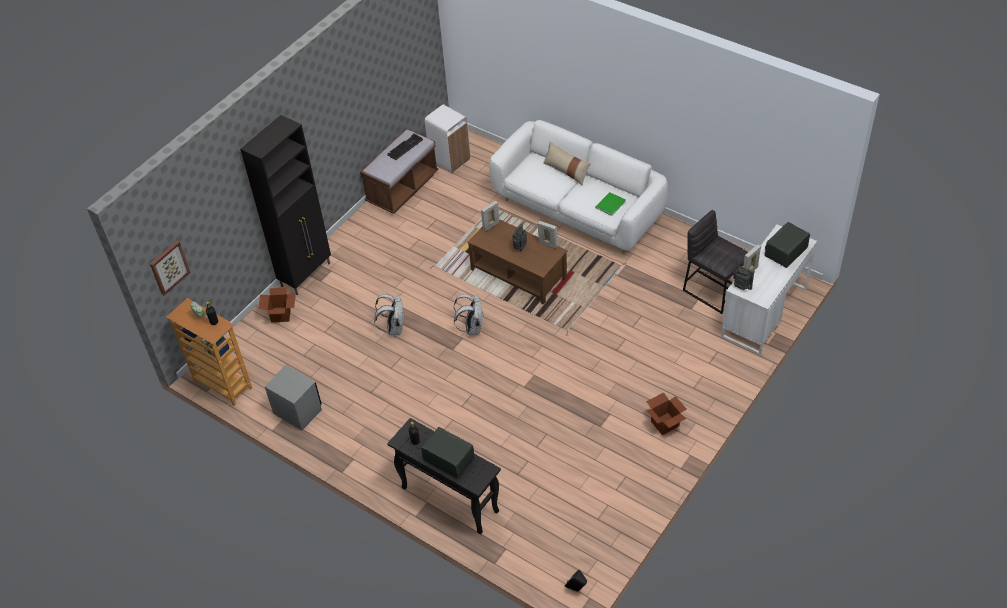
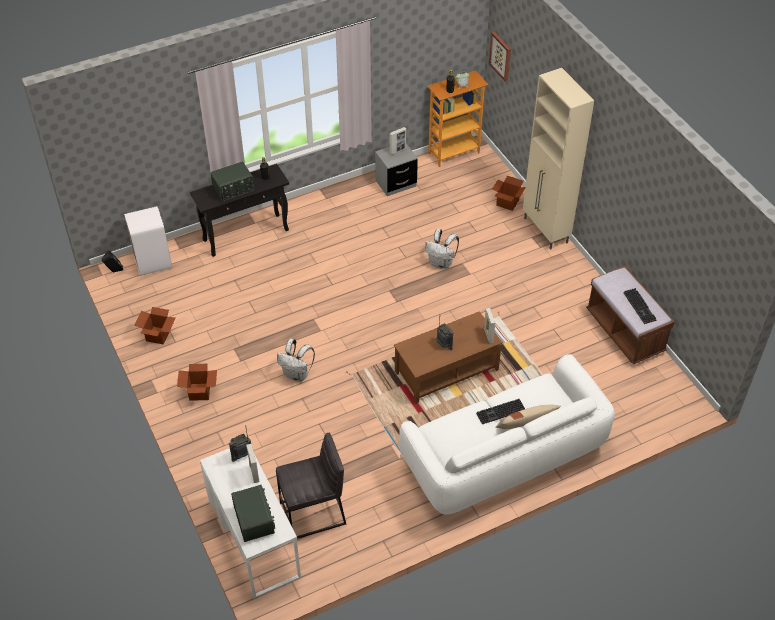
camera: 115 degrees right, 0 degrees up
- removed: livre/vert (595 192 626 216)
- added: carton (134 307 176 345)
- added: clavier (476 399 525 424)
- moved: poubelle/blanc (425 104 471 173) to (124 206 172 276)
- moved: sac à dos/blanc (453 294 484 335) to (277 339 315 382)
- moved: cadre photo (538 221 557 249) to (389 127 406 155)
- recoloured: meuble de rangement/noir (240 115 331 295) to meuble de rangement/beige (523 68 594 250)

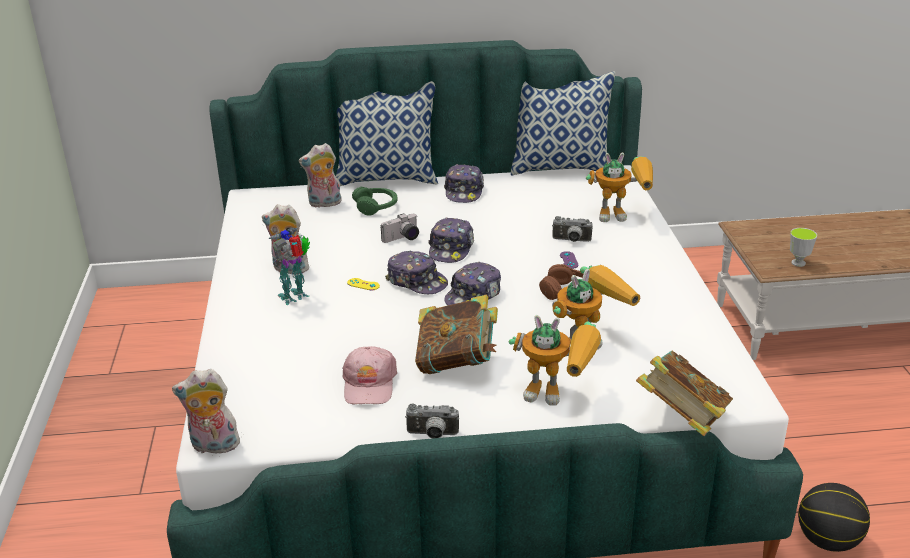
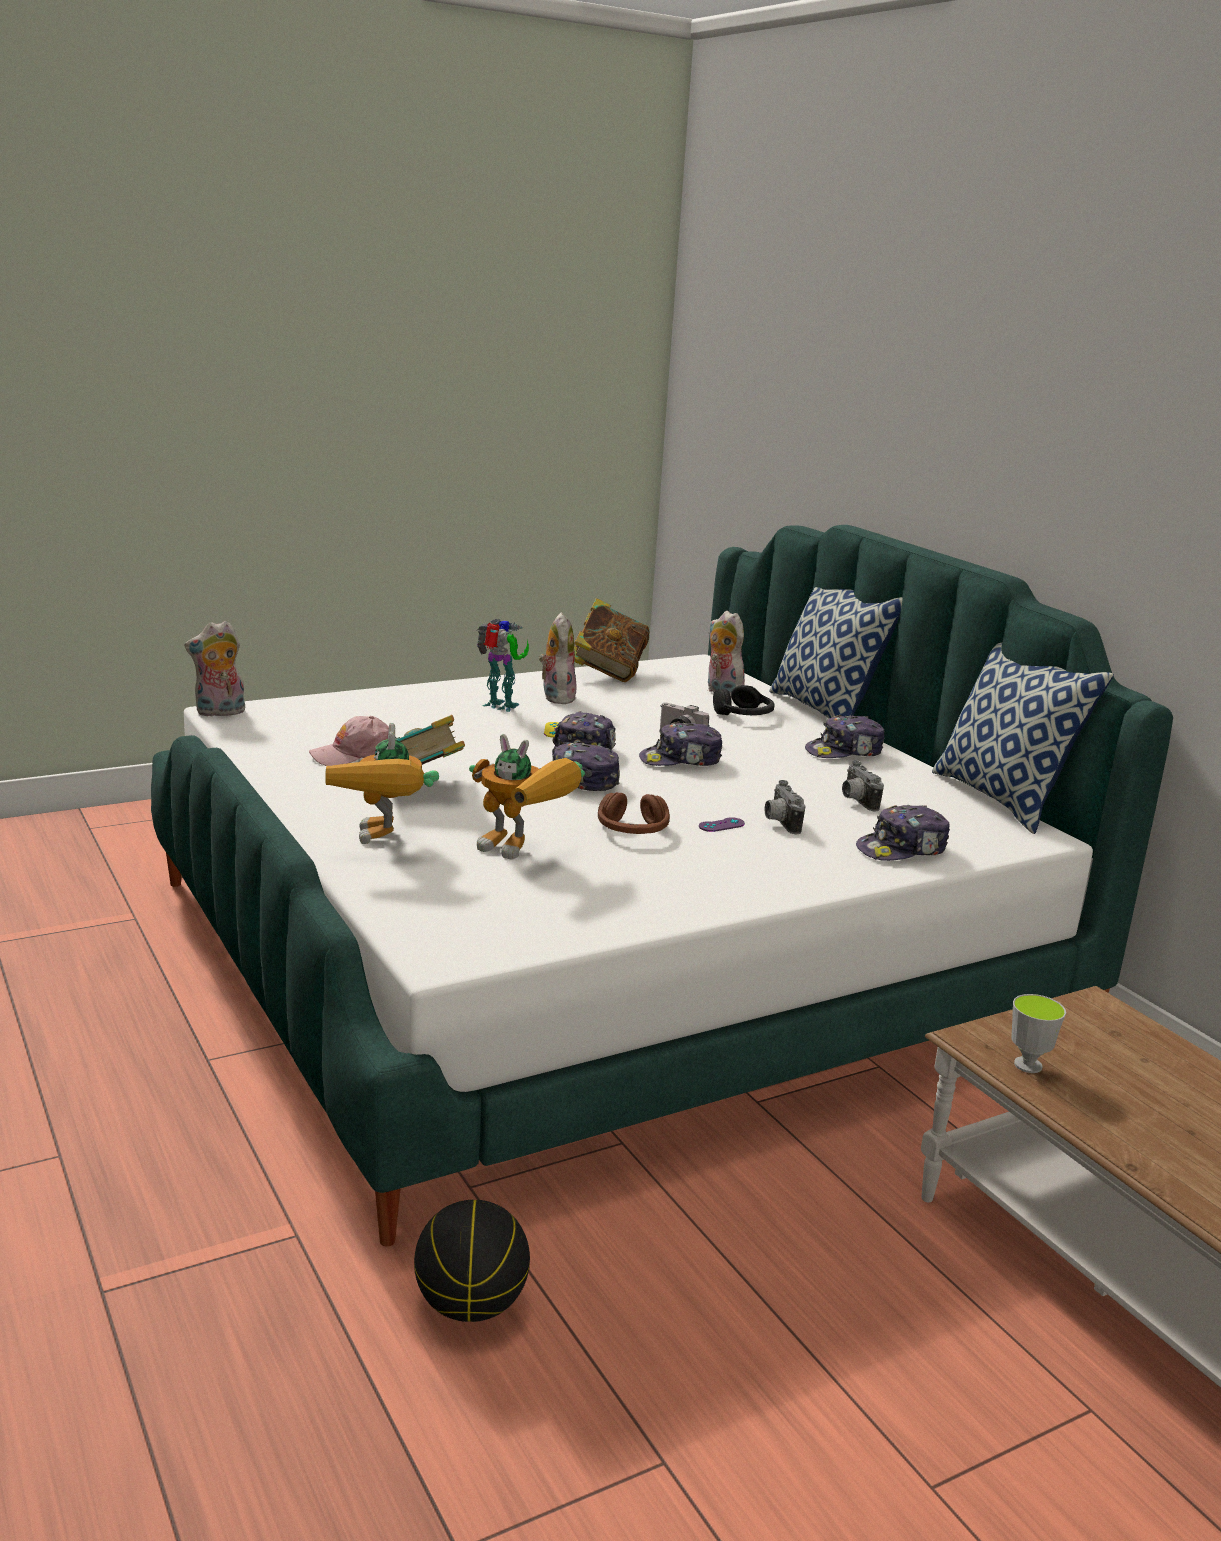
camera: 65 degrees right, 10 degrees down
- moved: appareil photo (405 404 459 439) to (842 760 884 812)
- moved: livre (636 350 733 436) to (574 598 649 682)
- replaced: robot jouet (586 153 653 222) to casquette (856 805 950 861)
- recoloured: casque audio/vert (352 187 398 215) to casque audio/noir (713 685 775 715)
- turned: peluche (172 369 240 454) = (184 621 245 717) 90 degrees counterclockwise

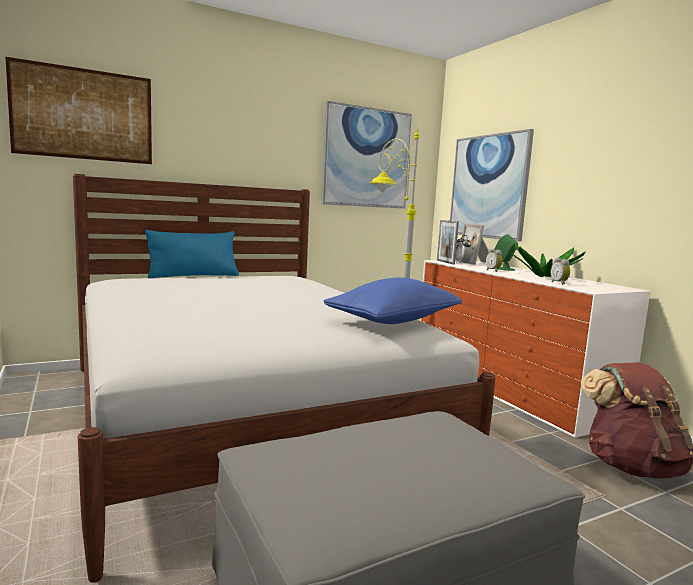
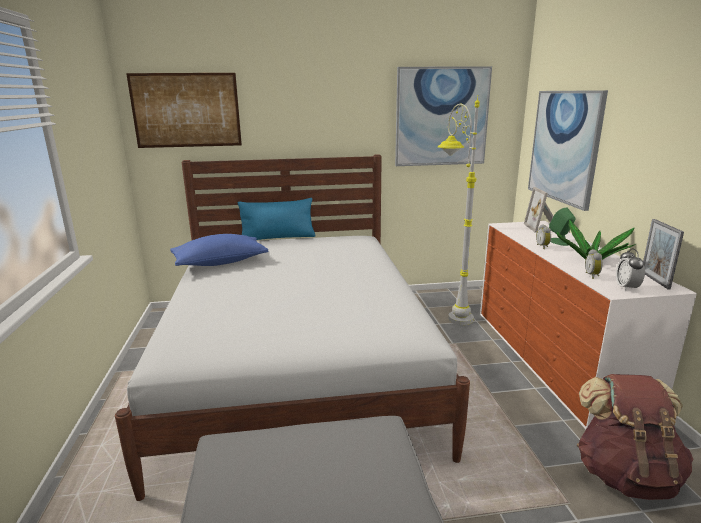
camera: 20 degrees right, 10 degrees up
- moved: coussin/bleu (324 277 462 324) to (170 234 268 266)
- moved: cadre photo (437 220 459 265) to (643 219 684 290)
- moved: réveil (455 235 472 265) to (616 248 645 291)

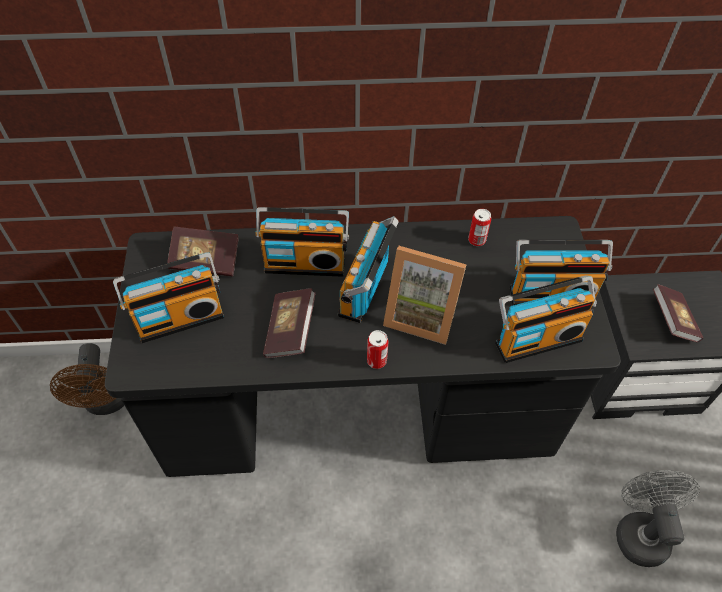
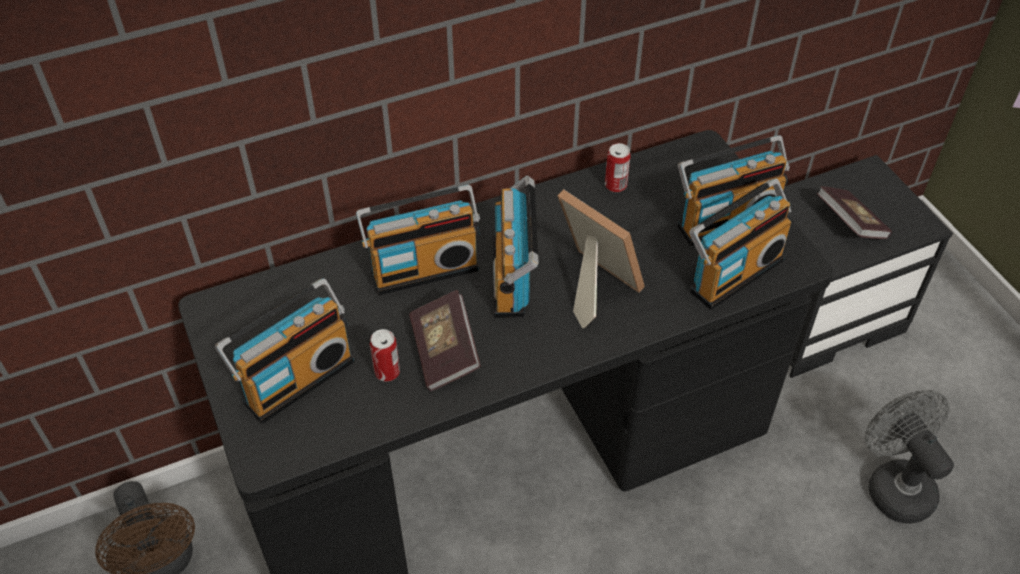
camera: 20 degrees left, 5 degrees down
- removed: livre (167 227 239 277)
- moved: boîte métallique (367 330 389 369) to (370 329 400 382)
- turned: cadre photo (383 246 467 345) = (558 189 645 329) 135 degrees counterclockwise

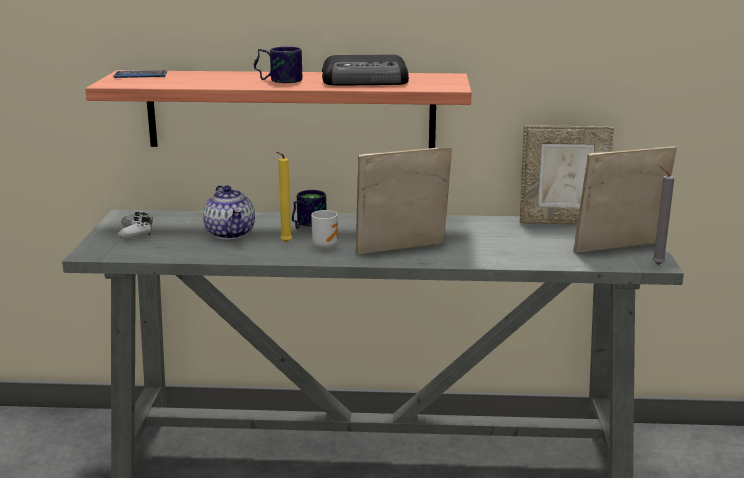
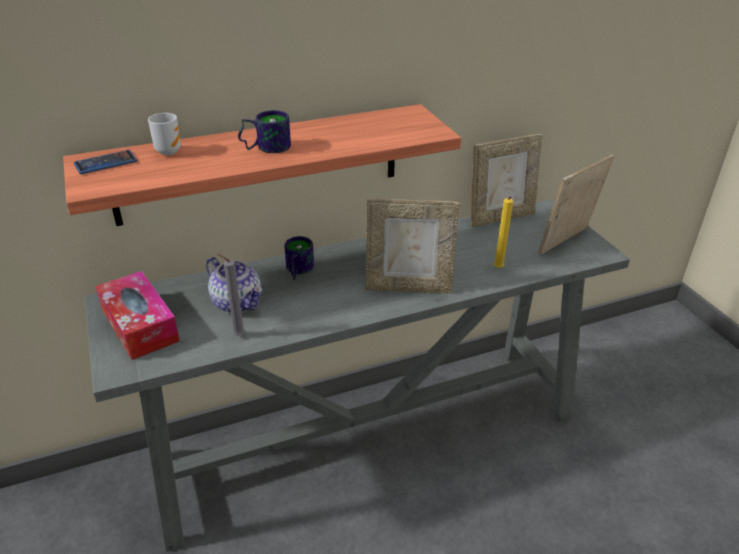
camera: 25 degrees left, 15 degrees up
- removed: radio (322 55 409 85)
- moved: bougie/jaune (276 152 292 243) to (494 196 513 268)
- moved: mug (311 210 338 249) to (148 113 181 156)
- moved: bougie/gris (652 165 674 265) to (217 253 245 336)
- replaced: manette/blanc (118 212 153 239) to boîte à mouchoirs (95 271 180 360)
- turned: cadre photo (356 146 452 254) = (366 199 460 294) 135 degrees counterclockwise

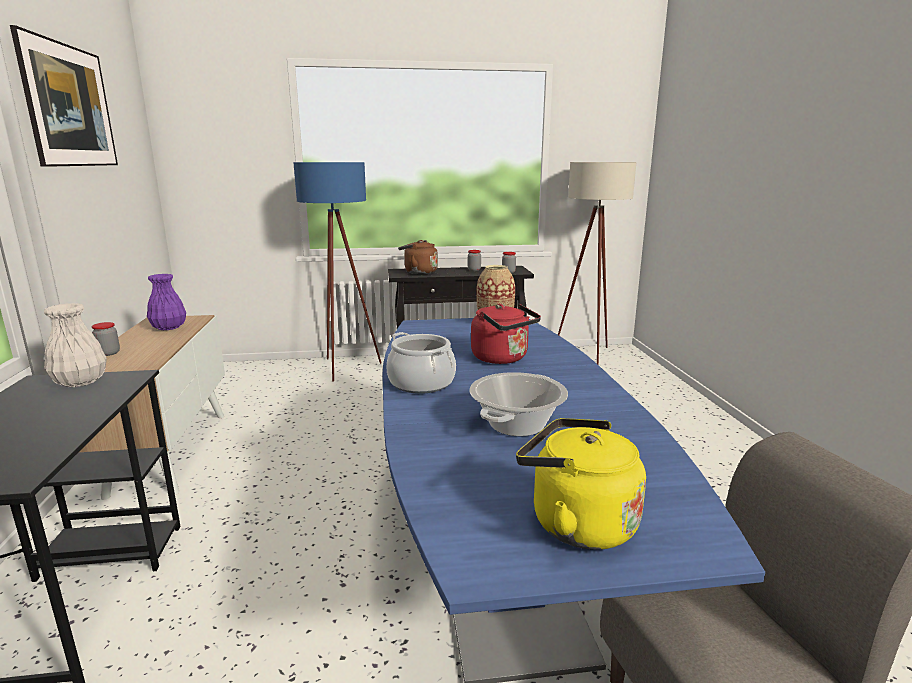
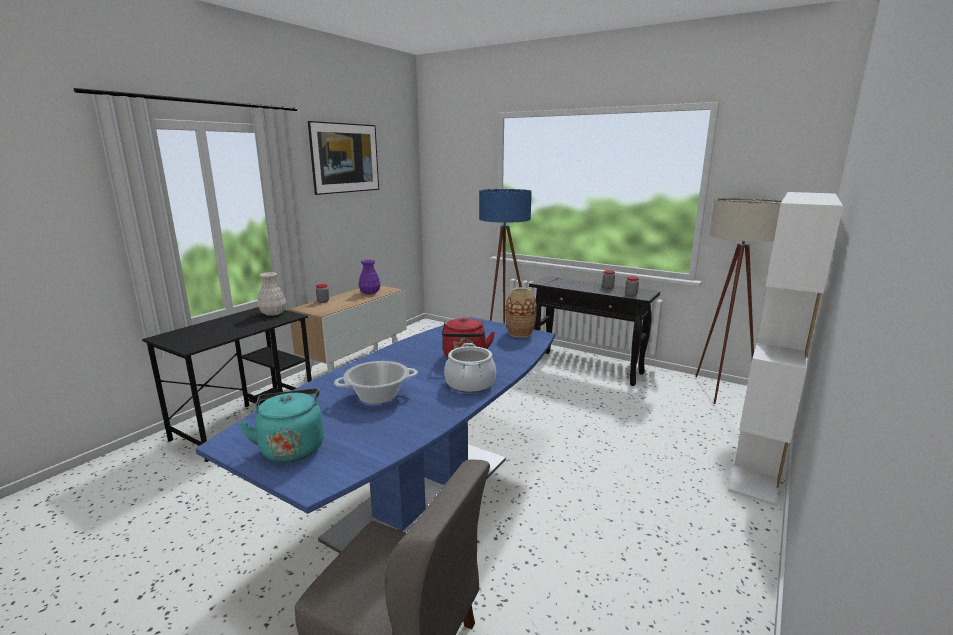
camera: 40 degrees right, 0 degrees up
- removed: bouilloire/marron (398 240 438 274)
- added: bibliothèque/blanc (728 192 843 506)
- moved: marmite (386 332 456 394) to (444 343 496 393)
- recoloured: bouilloire/jaune (516 418 646 550) to bouilloire/turquoise (239 388 324 463)

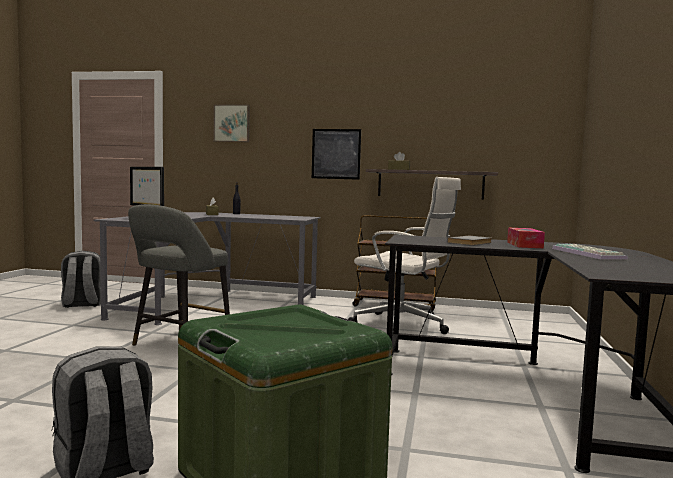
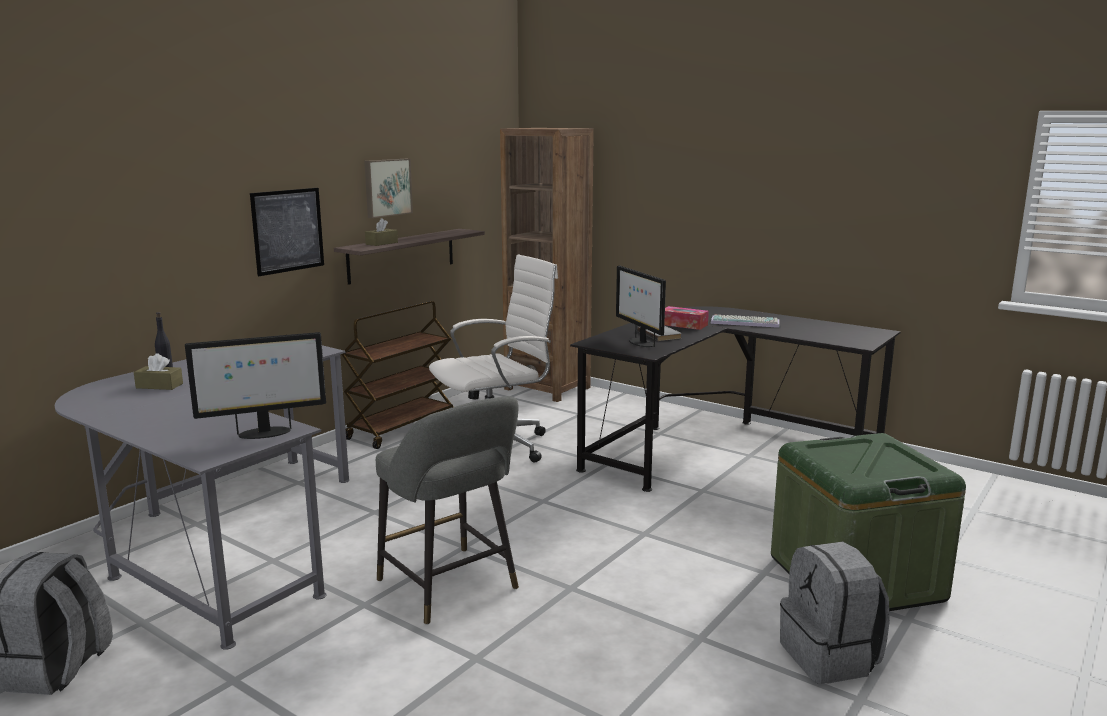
camera: 65 degrees left, 10 degrees up
- added: bibliothèque/marron (500 128 594 402)
- added: écran d'ordinateur (616 265 666 347)
- moved: tableau (213 105 250 142) to (364 159 413 218)

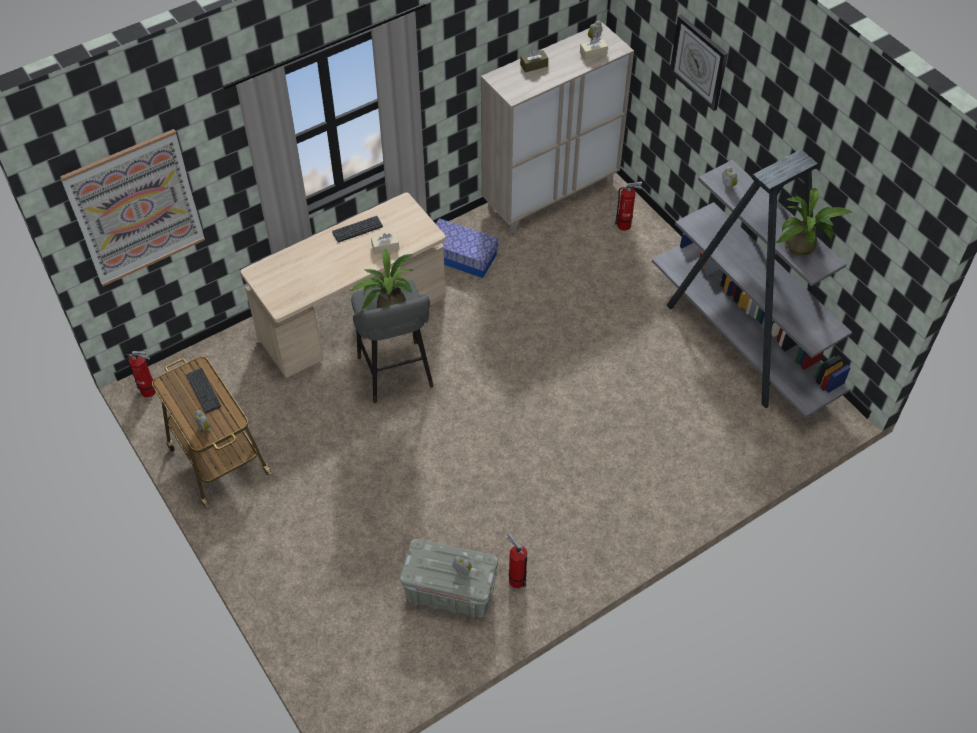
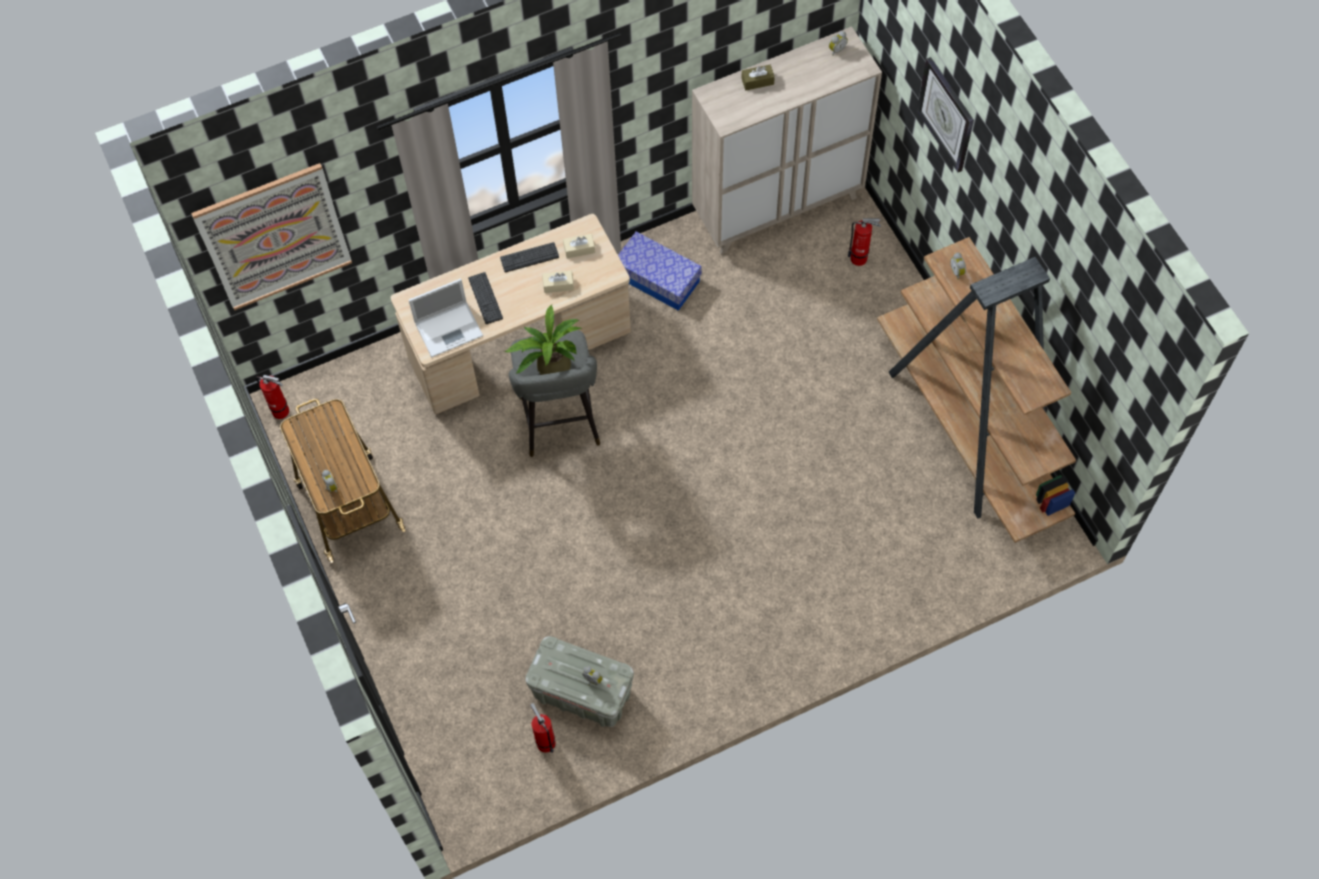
camera: 10 degrees right, 10 degrees up
- removed: plante en pot (775 188 853 256)
- added: ordinateur portable (409 278 483 357)
- moved: clavier (186 368 221 413) to (468 272 503 324)
- moved: extincteur (507 533 527 588) to (530 703 556 753)
- moved: boîte à mouchoirs/beige (580 37 608 60) to (563 234 595 258)
- recoloured: bibliothèque/gris (652 149 852 418) to bibliothèque/marron (877 237 1076 543)

